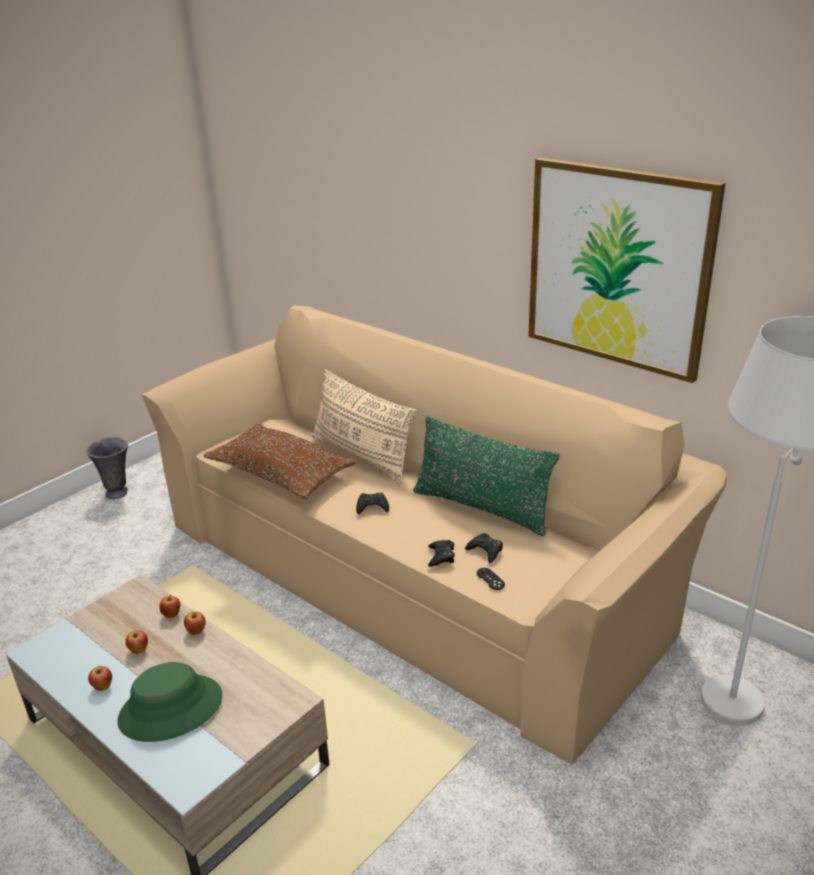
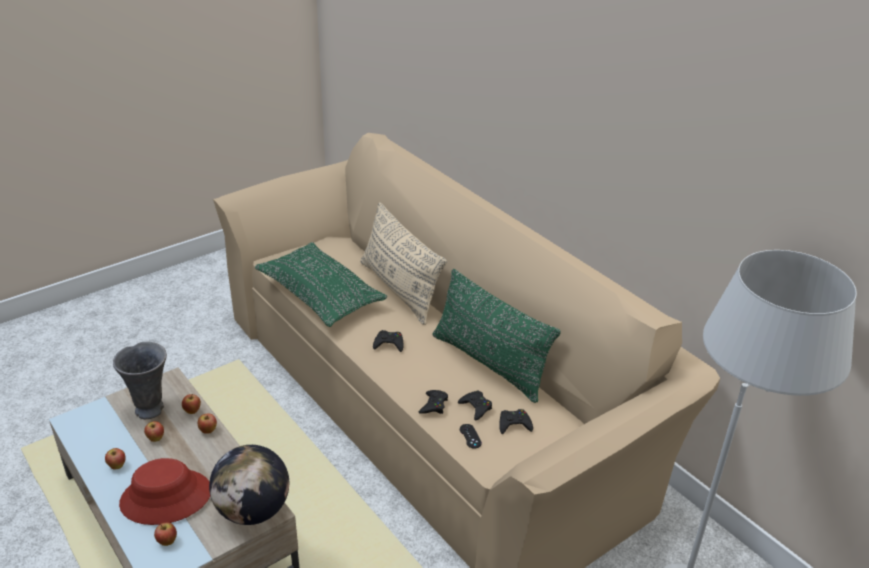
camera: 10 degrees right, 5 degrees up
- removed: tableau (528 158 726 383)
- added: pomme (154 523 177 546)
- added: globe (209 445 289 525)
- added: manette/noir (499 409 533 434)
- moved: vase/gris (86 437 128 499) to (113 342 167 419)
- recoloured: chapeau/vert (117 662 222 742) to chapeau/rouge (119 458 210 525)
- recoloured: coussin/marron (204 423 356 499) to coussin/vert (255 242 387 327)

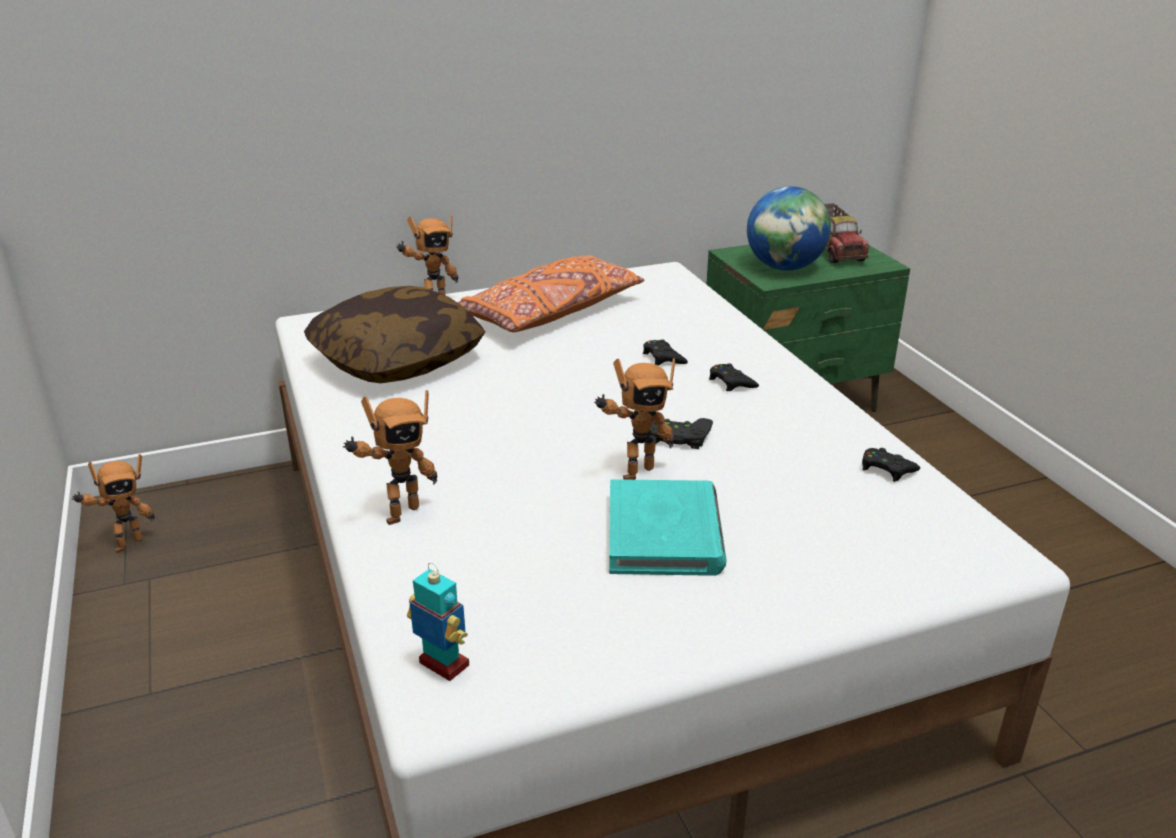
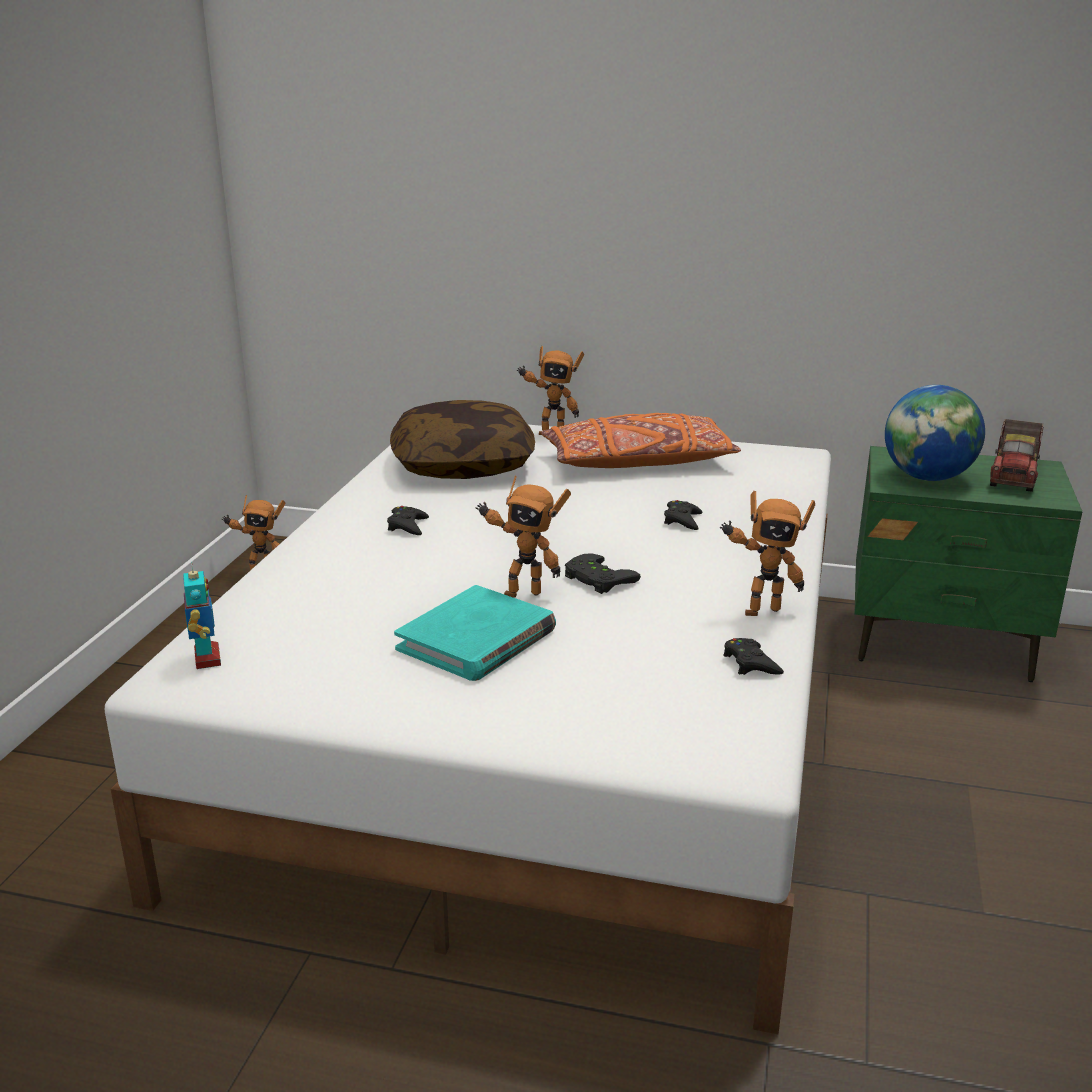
camera: 35 degrees right, 5 degrees down
- moved: robot jouet (343 390 437 525) to (720 491 815 616)
- moved: manette/noir (709 363 759 391) to (387 506 429 535)

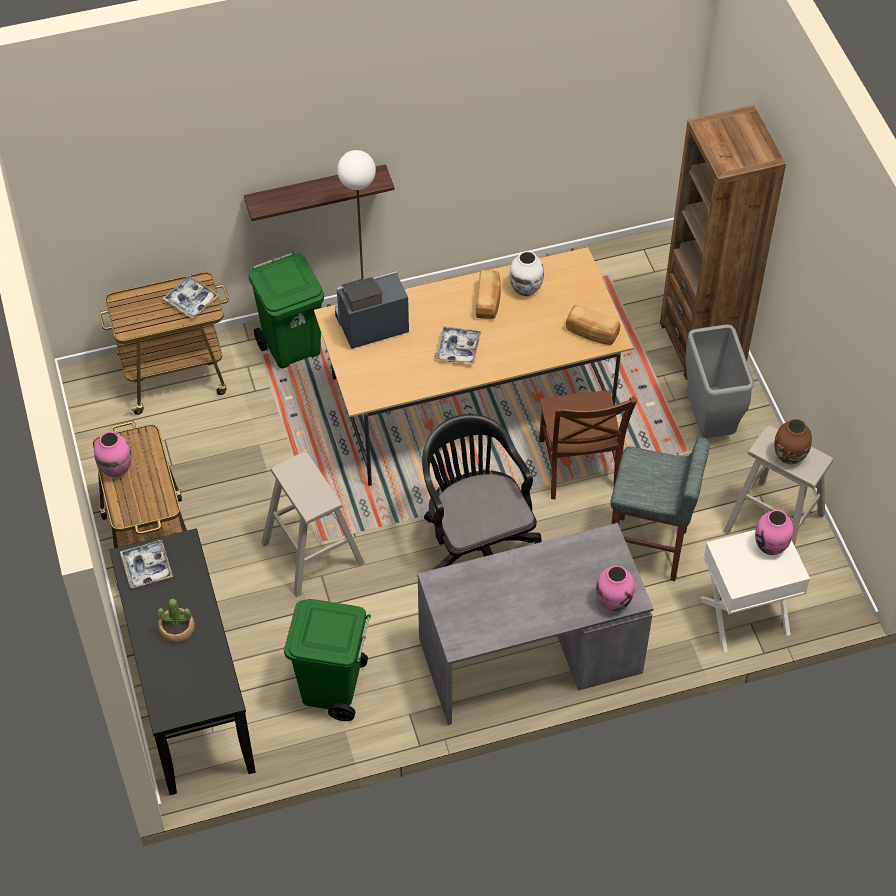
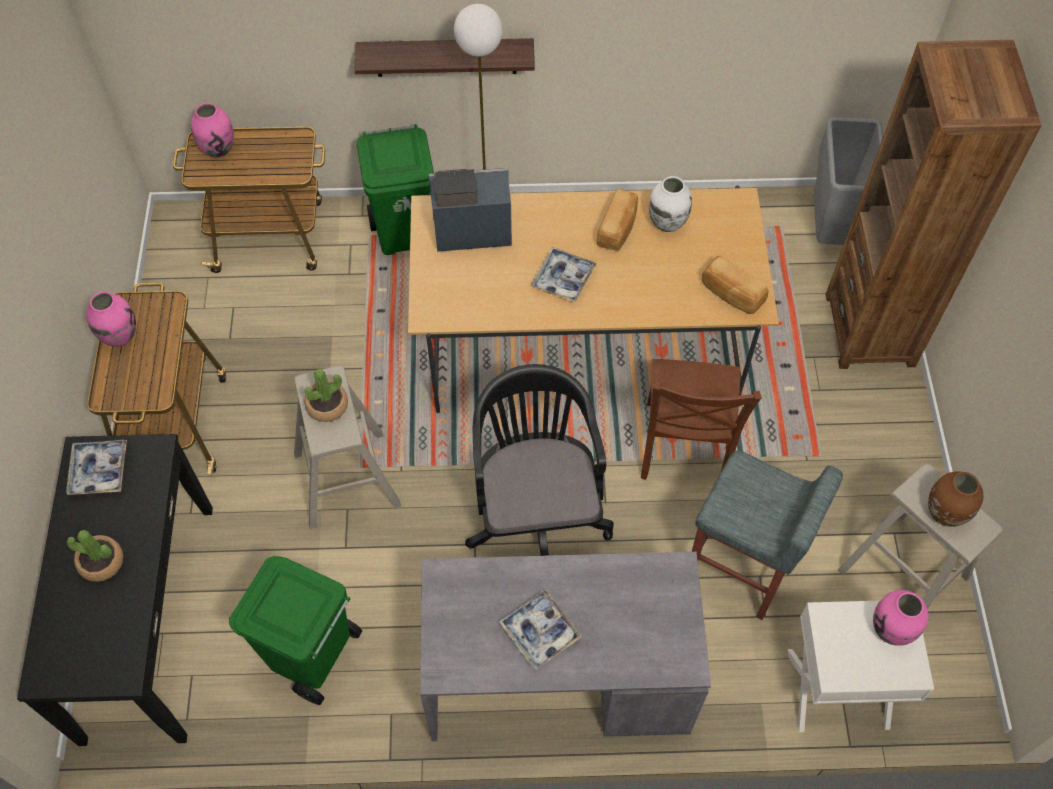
camera: 15 degrees right, 5 degrees up
- added: plante en pot (304 369 348 422)
- moved: plateau (163 275 219 318) to (498 589 582 669)
- moved: vase/rose (596 566 635 612) to (191 103 234 158)
- moved: poubelle/gris (685 324 754 438) to (814 117 883 245)

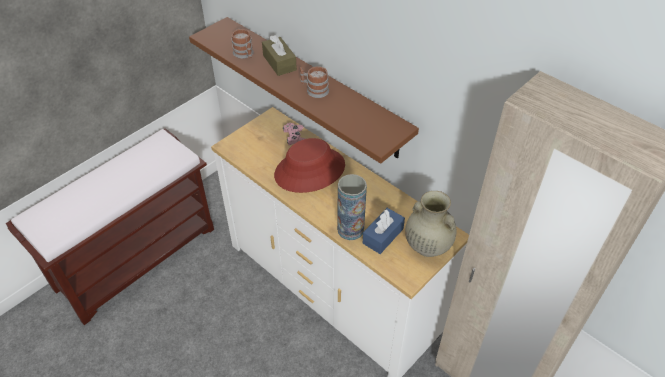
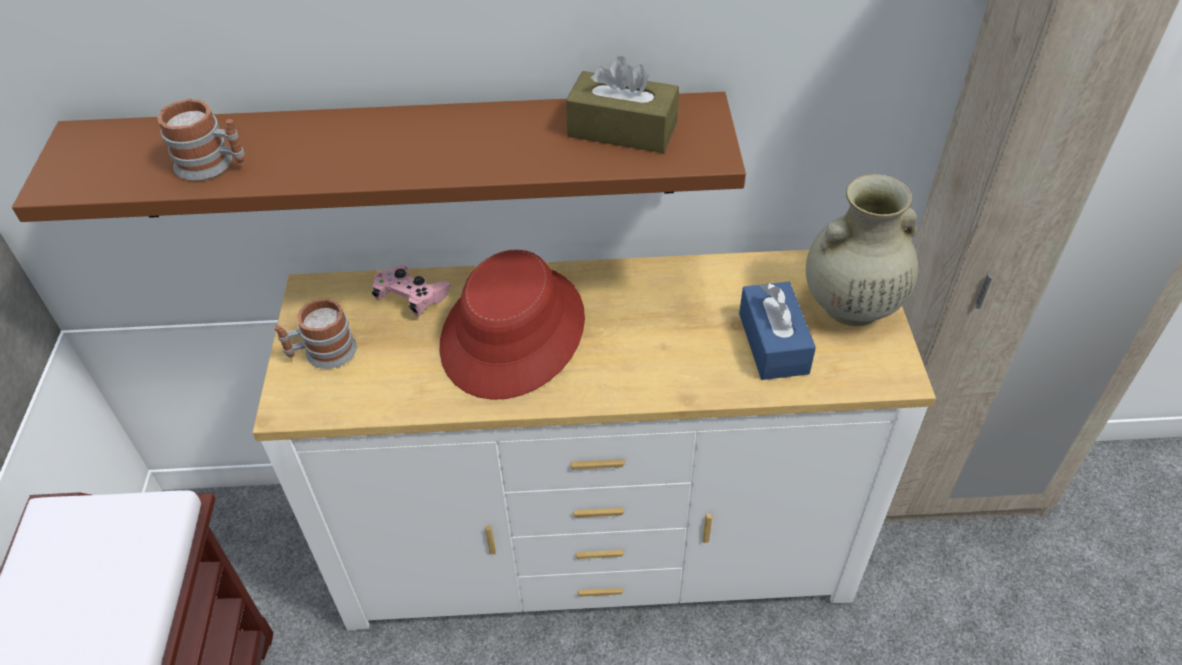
camera: 45 degrees left, 0 degrees up
- removed: vase (337 174 367 240)
- moved: boîte à mouchoirs/marron (262 35 297 76) to (566 56 679 153)
- moved: mug (300 66 329 98) to (274 298 357 369)

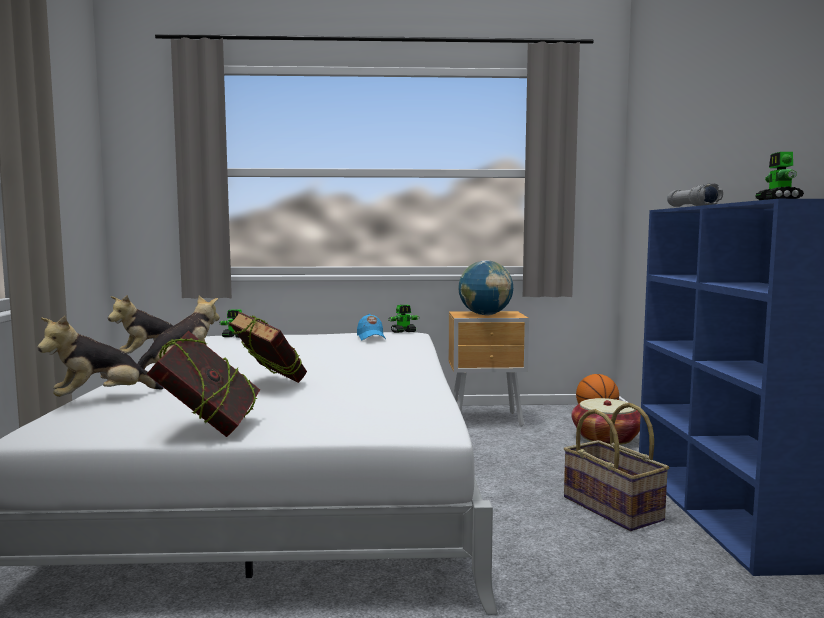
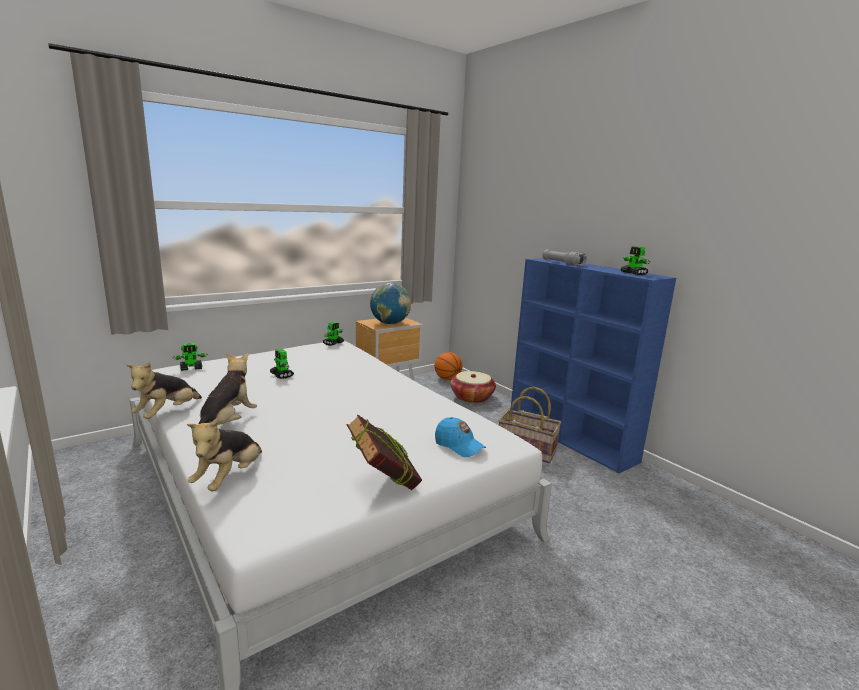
camera: 35 degrees left, 10 degrees up
- removed: livre (229 311 307 383)
- added: robot jouet (270 349 294 379)
- moved: casquette/bleu (357 314 386 340) to (435 417 486 457)

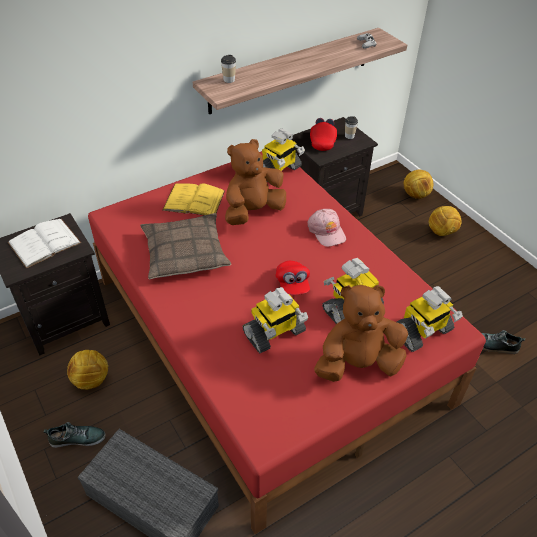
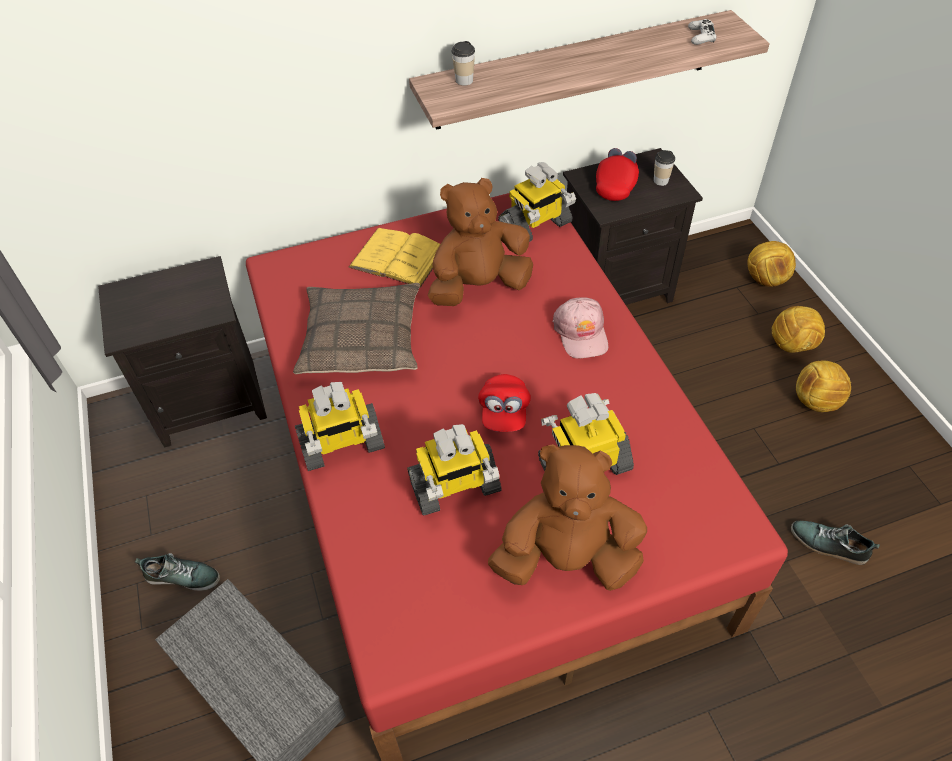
camera: 15 degrees right, 5 degrees up
- removed: livre/blanc (8 219 81 268)
- moved: ballon de foot (67 350 108 390) to (796 360 851 412)
- moved: robot jouet (397 286 463 352) to (295 382 385 471)

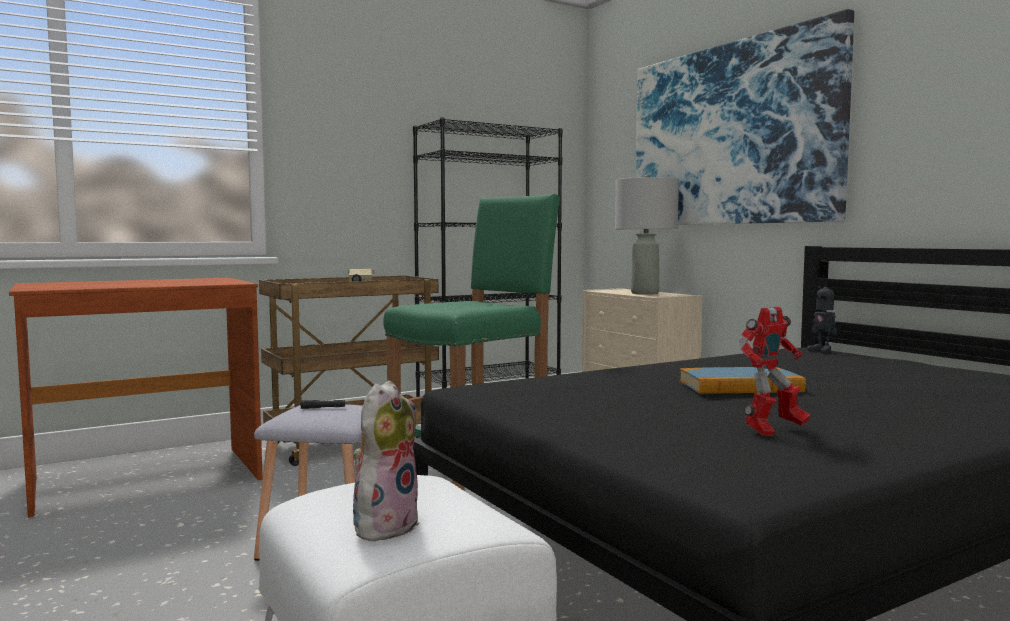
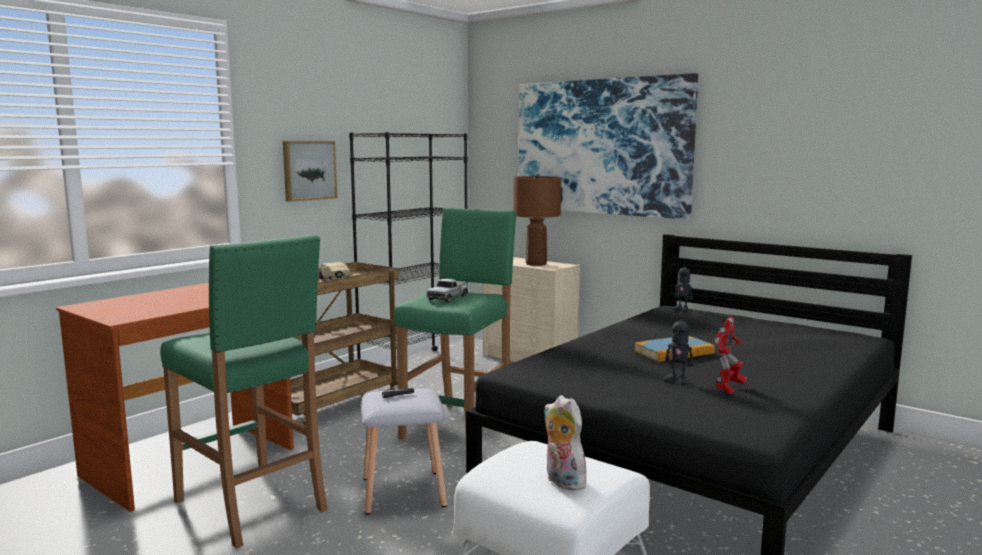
camera: 20 degrees left, 5 degrees up
- added: tabouret/vert (160 234 328 548)
- added: tableau (283 141 337 202)
- added: camion jouet (426 279 468 303)
- added: robot jouet (664 312 693 385)
- recoloured: lampe de table/gris (615 175 679 295) to lampe de table/marron (513 173 561 266)
- turned: peluche (353 381 420 542) = (544 395 588 491) 45 degrees counterclockwise

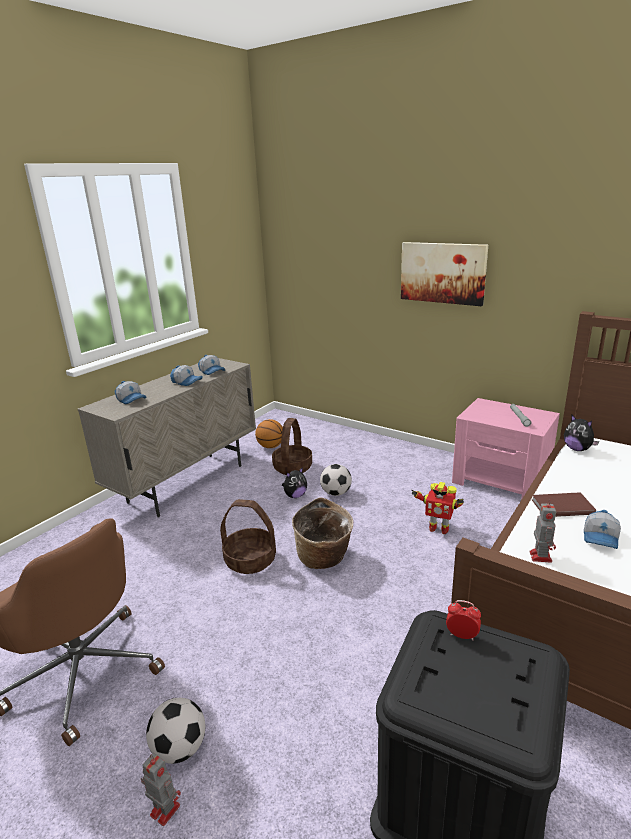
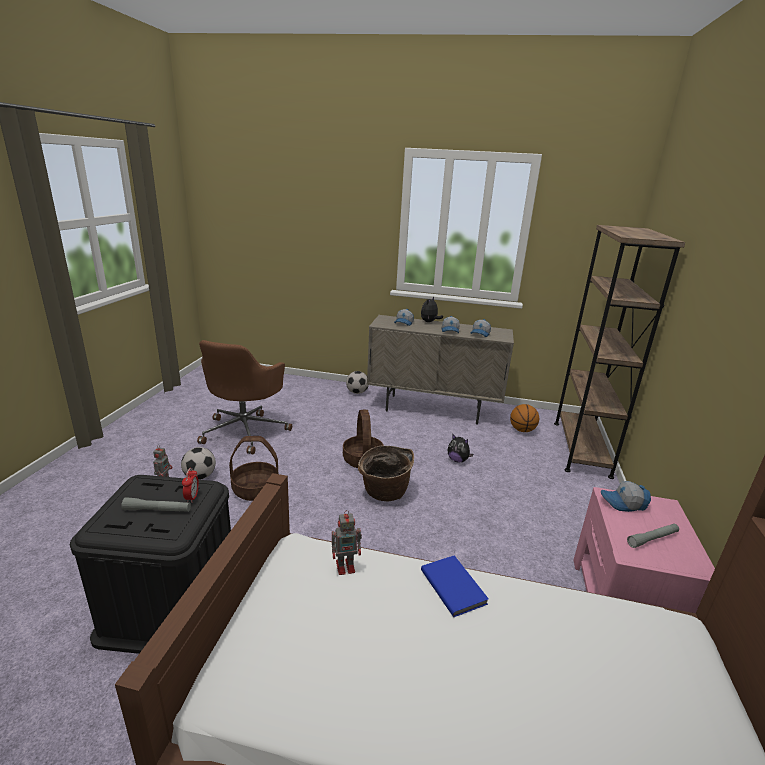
camera: 65 degrees right, 0 degrees up
- removed: tableau (401 242 488 306)
- removed: robot jouet (411 482 464 534)
- added: lampe de poche/gris (121 497 191 512)
- added: bibliothèque/marron (554 225 685 479)
- moved: panier (272 418 312 475) to (229 436 278 501)
- moved: ballon de foot (320 464 352 496) to (346 371 369 394)
- moved: peluche (564 415 599 451) to (421 296 443 322)
- moved: casquette (584 510 621 549) to (601 481 651 512)
- recoloured: livre/marron (532 492 596 517) to livre/bleu (421 555 489 617)

